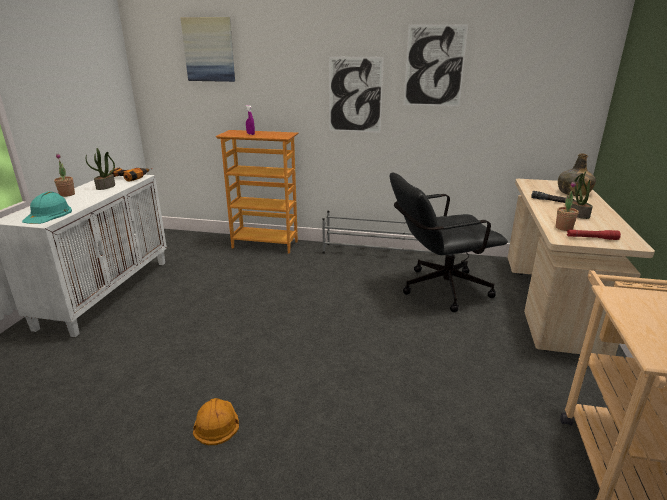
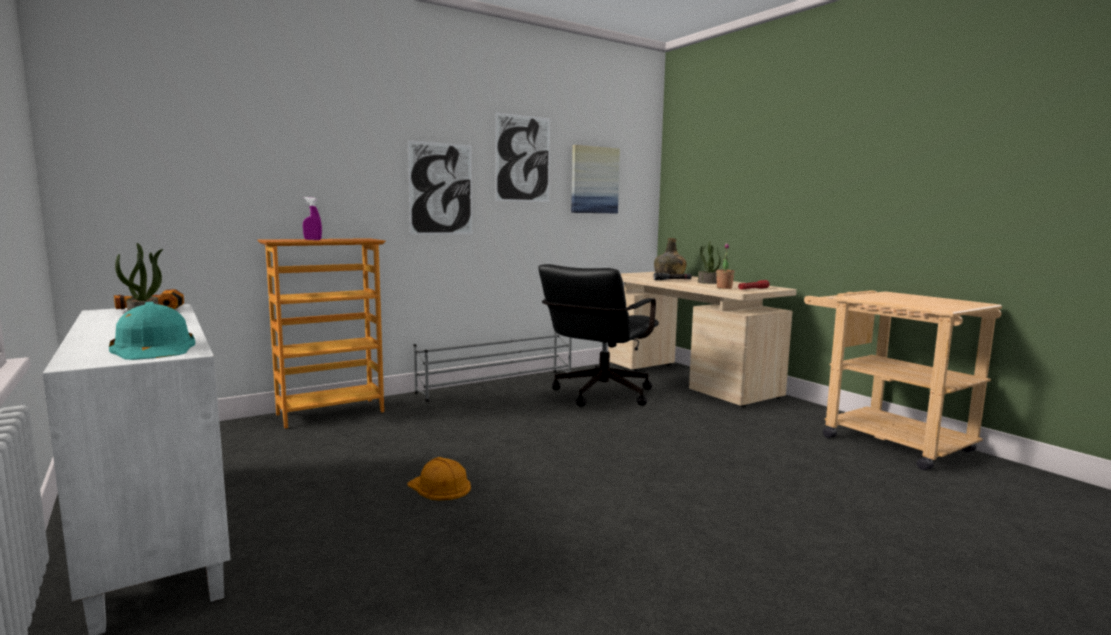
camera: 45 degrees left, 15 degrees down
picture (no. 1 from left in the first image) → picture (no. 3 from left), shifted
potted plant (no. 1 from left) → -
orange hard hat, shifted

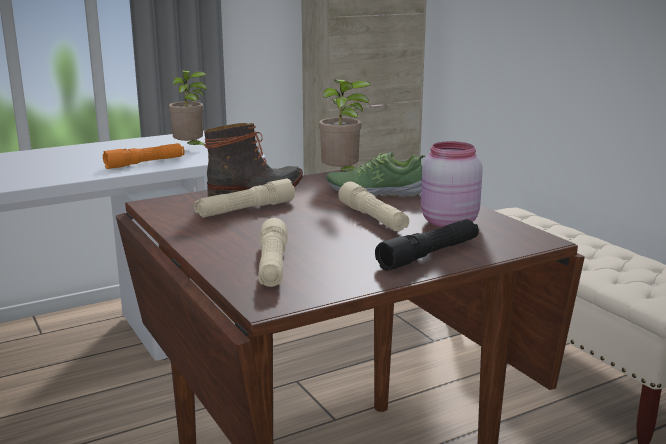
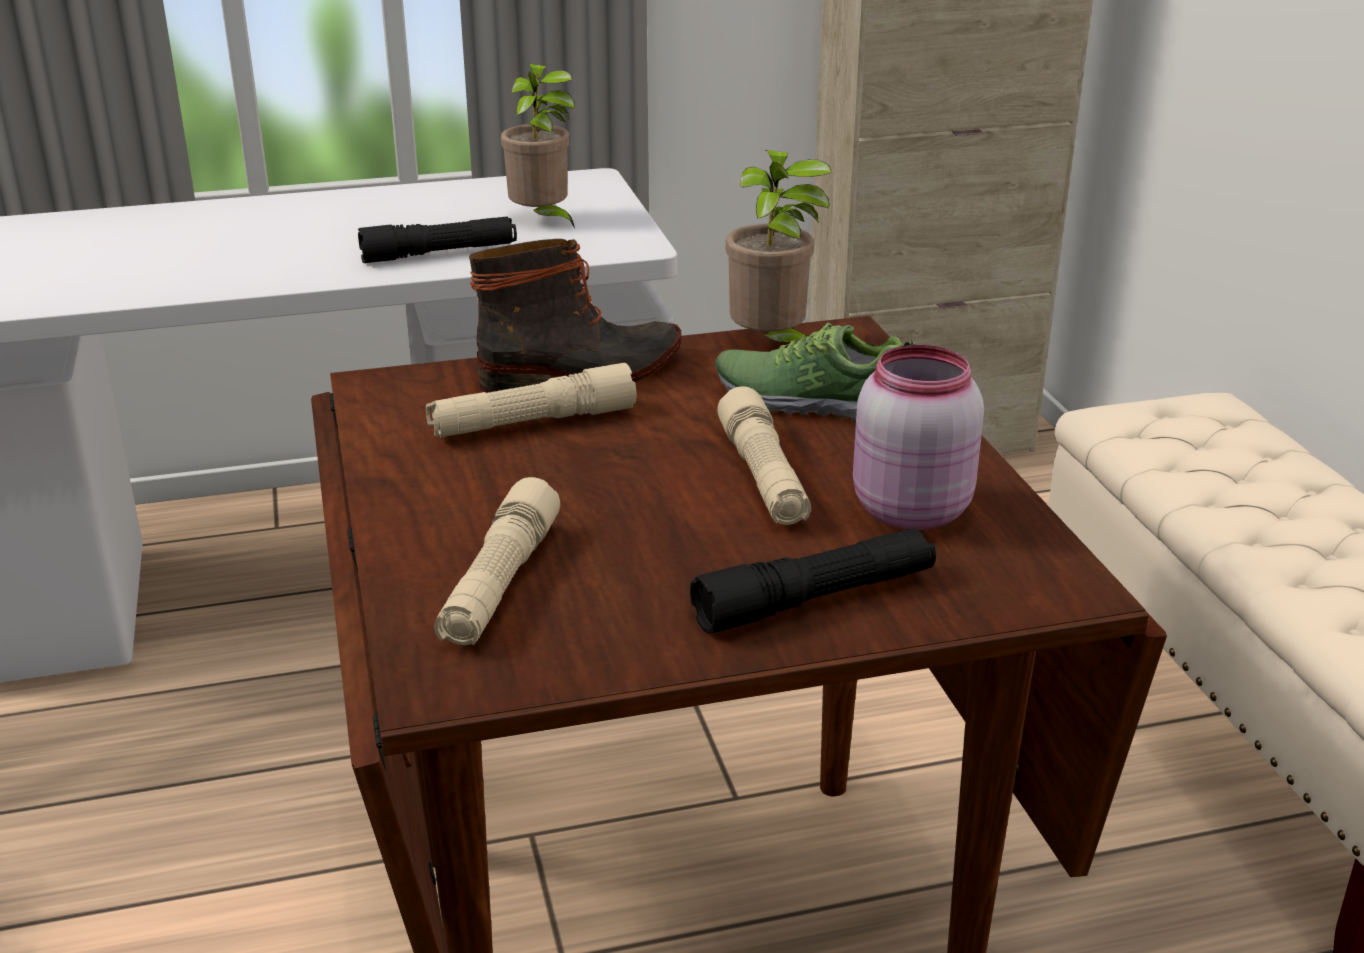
camera: 15 degrees right, 10 degrees up
orange flashlight → black flashlight (no. 1 from left)

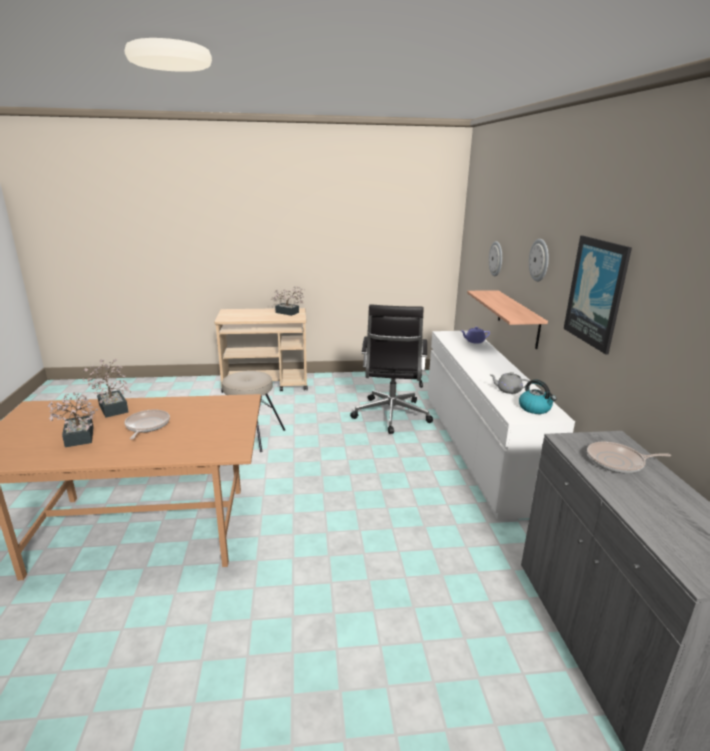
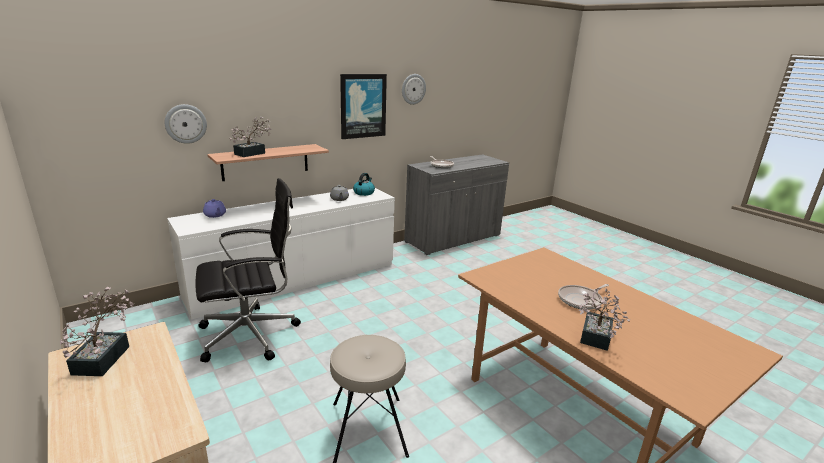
camera: 120 degrees left, 0 degrees up
wall clock (no. 2 from left), shifted
potted plant (no. 1 from left in the first image) → potted plant (no. 2 from left), shifted

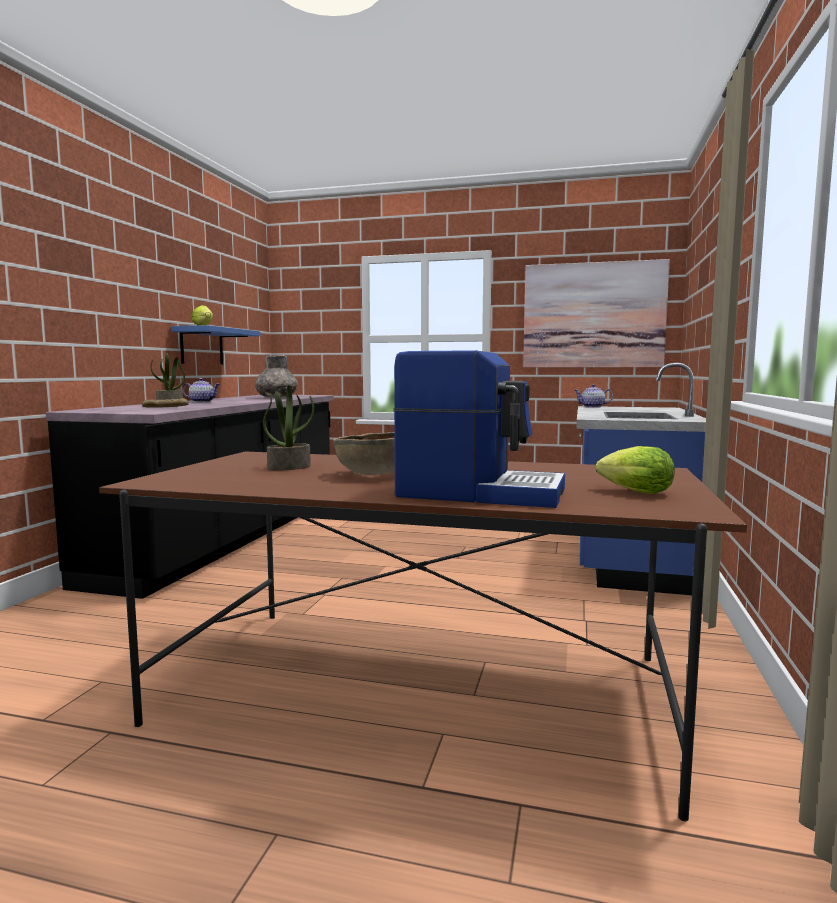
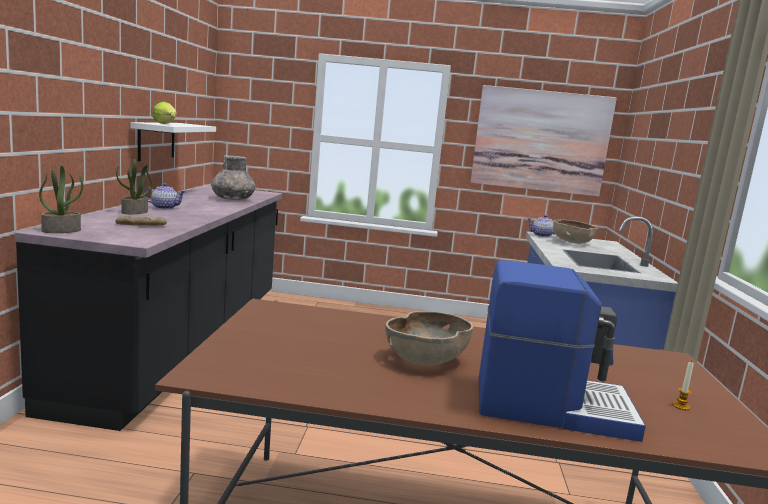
camera: 10 degrees left, 5 degrees up
blue shelf → white shelf
potted plant (no. 2 from left in the first image) → potted plant (no. 1 from left), shifted
lettuce (no. 2 from left) → candle
- → brown bowl (no. 2 from left)

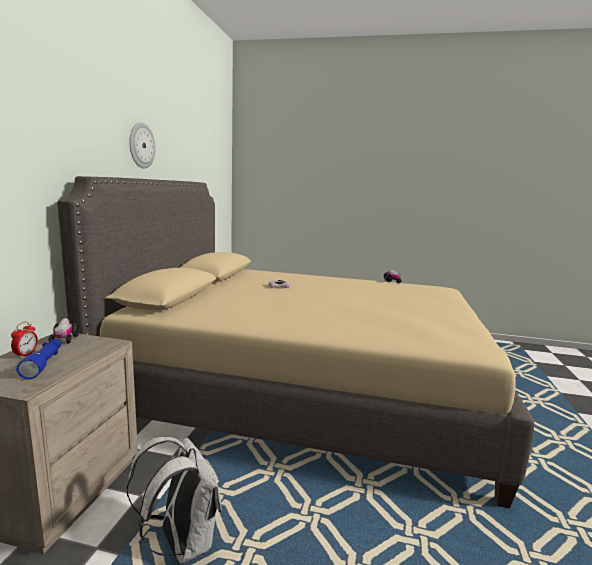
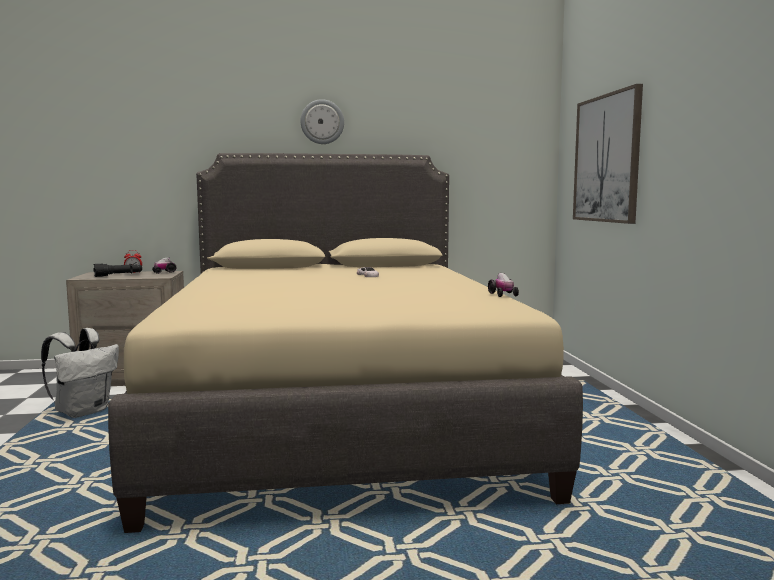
camera: 70 degrees right, 5 degrees down
blue flashlight → black flashlight
- → picture

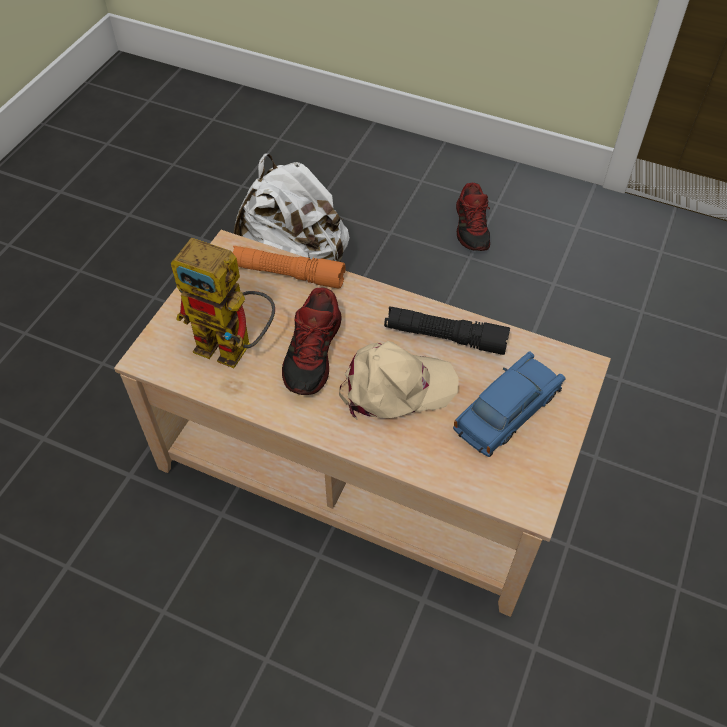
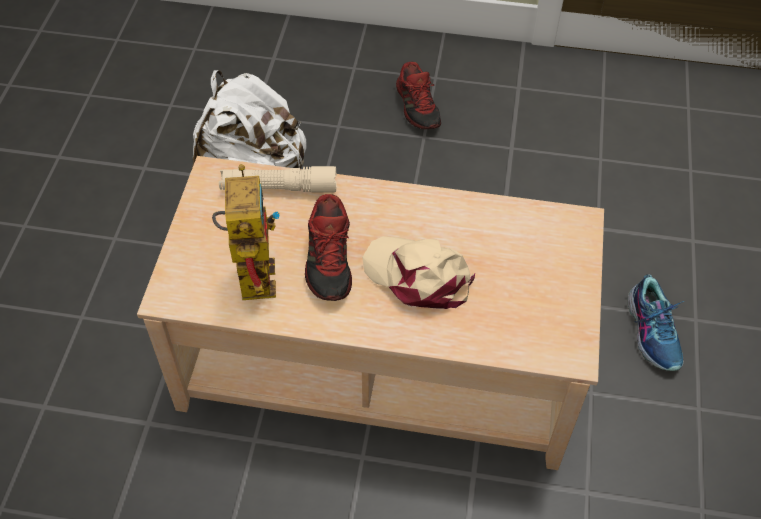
camera: 15 degrees left, 0 degrees up
toy robot, 105 degrees counterclockwise
orange flashlight → beige flashlight
black flashlight → -
beige cap, 120 degrees counterclockwise
blue toy car → -
- → shoe (no. 3 from left)

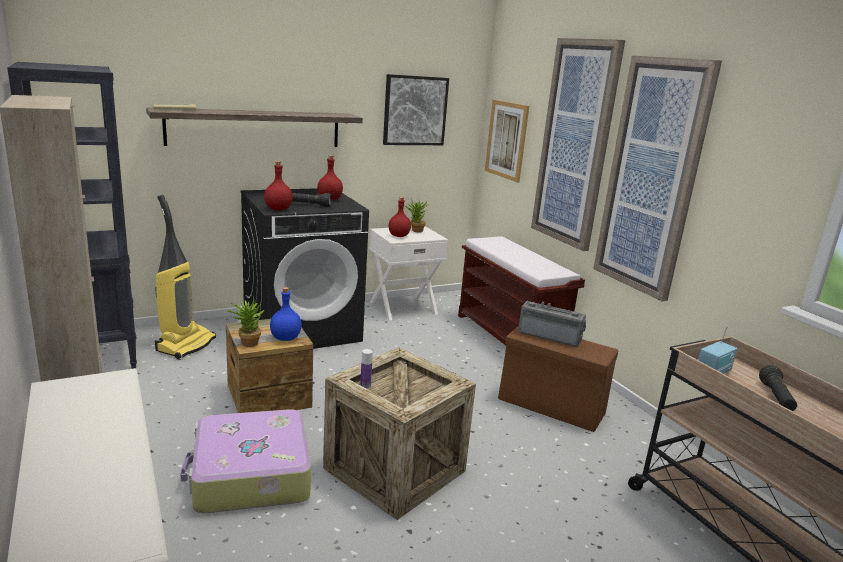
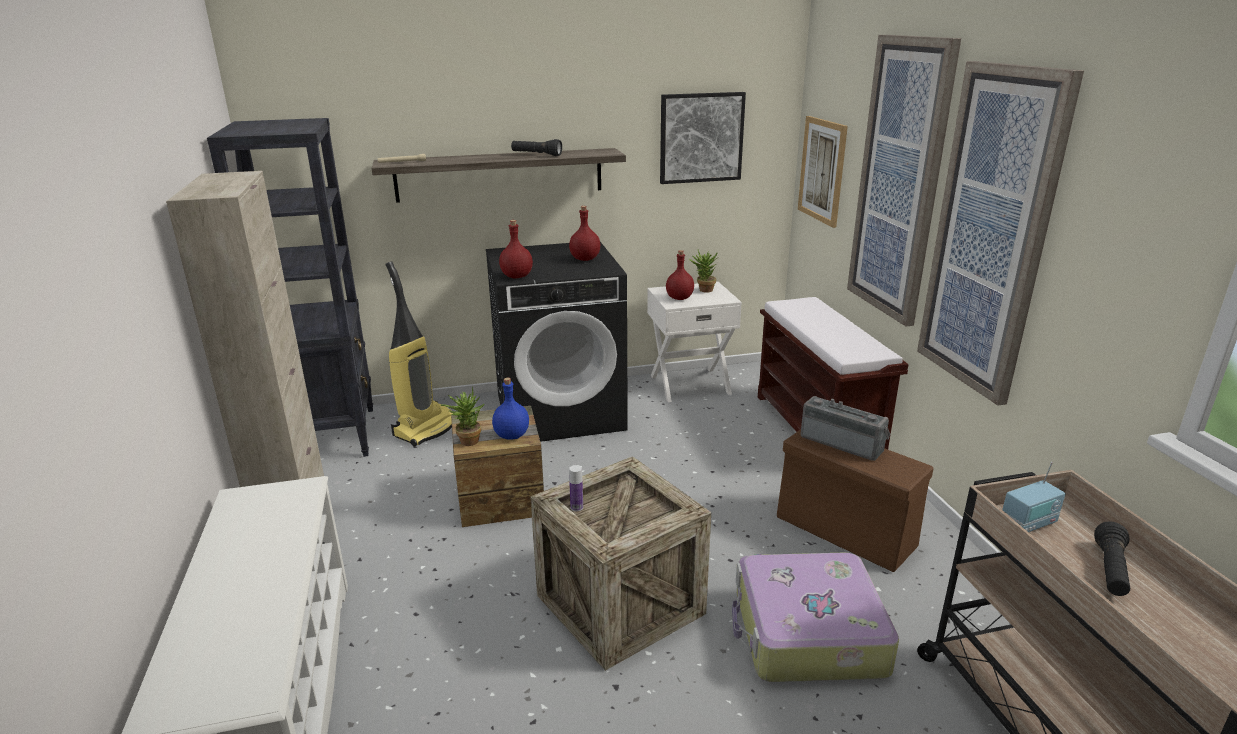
camera: 15 degrees right, 5 degrees up
black flashlight (no. 1 from left), shifted
suitcase, shifted

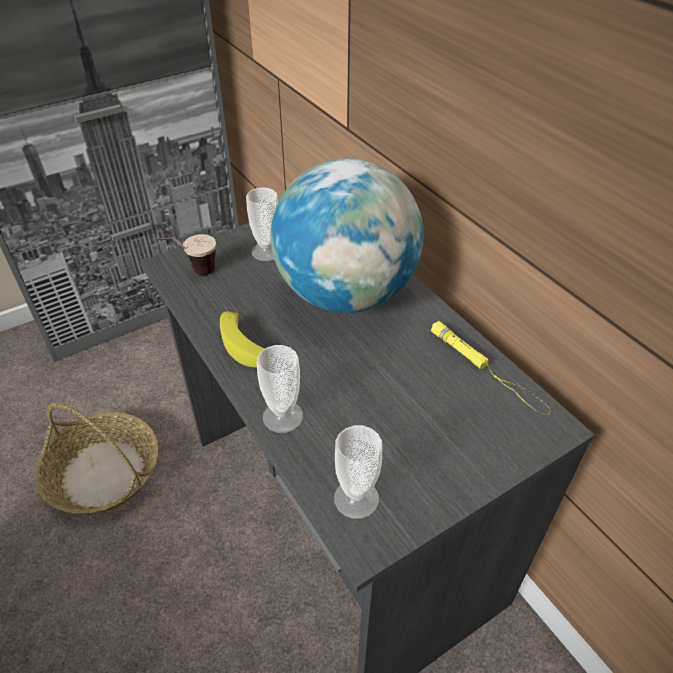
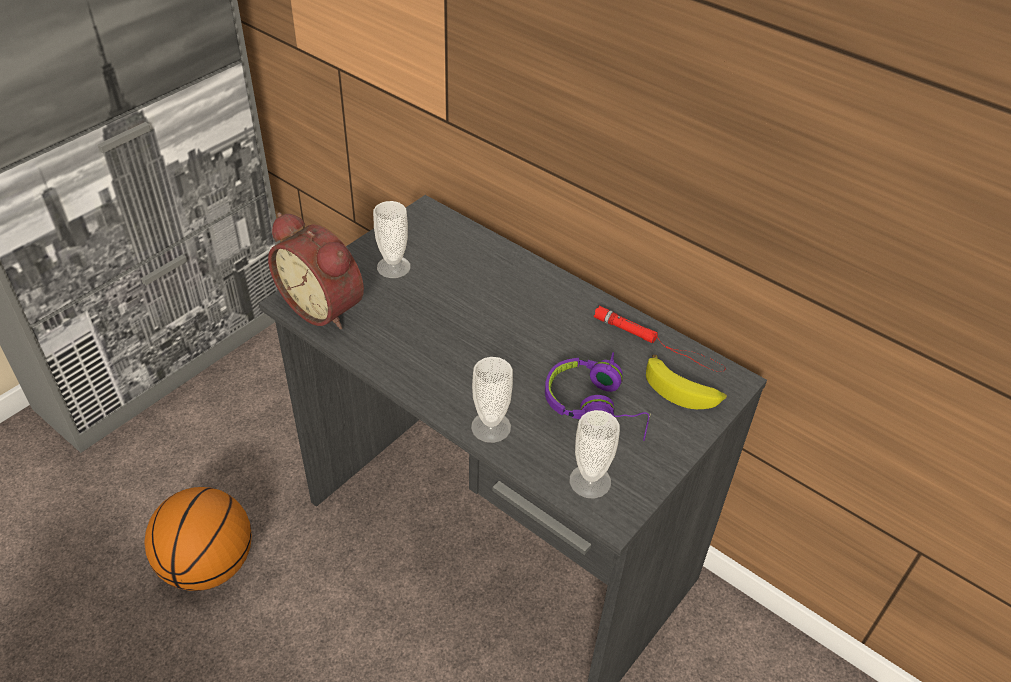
camera: 20 degrees left, 0 degrees up
globe → -
cup (no. 1 from left) → alarm clock
banana, shifted
yellow flashlight → red flashlight
basket → basketball
- → purple headphones

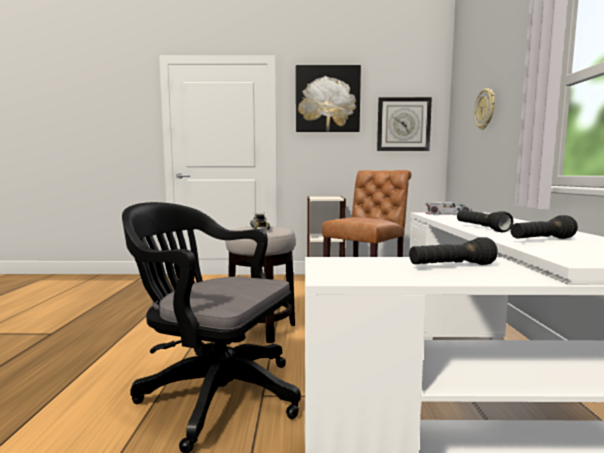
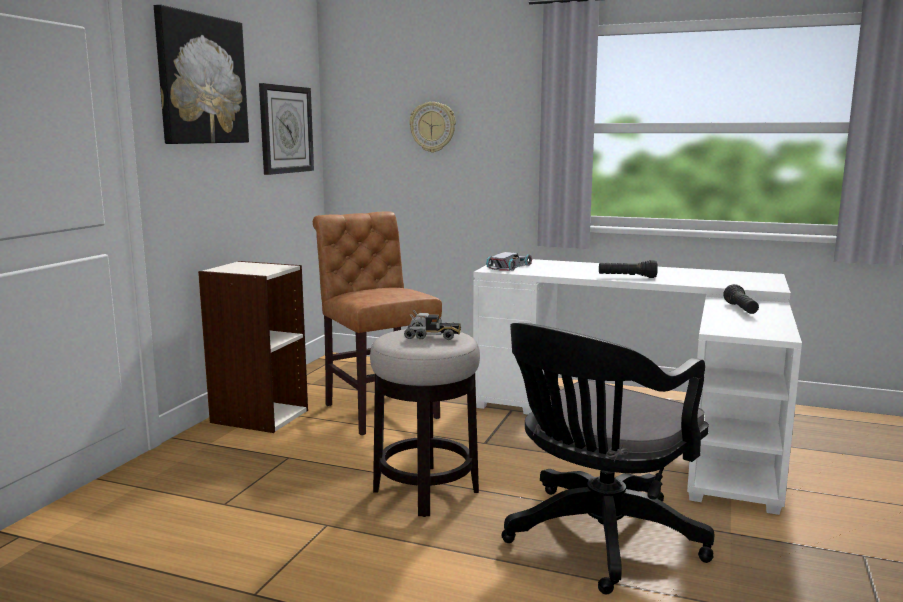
camera: 70 degrees left, 5 degrees up
black flashlight (no. 3 from left) → -

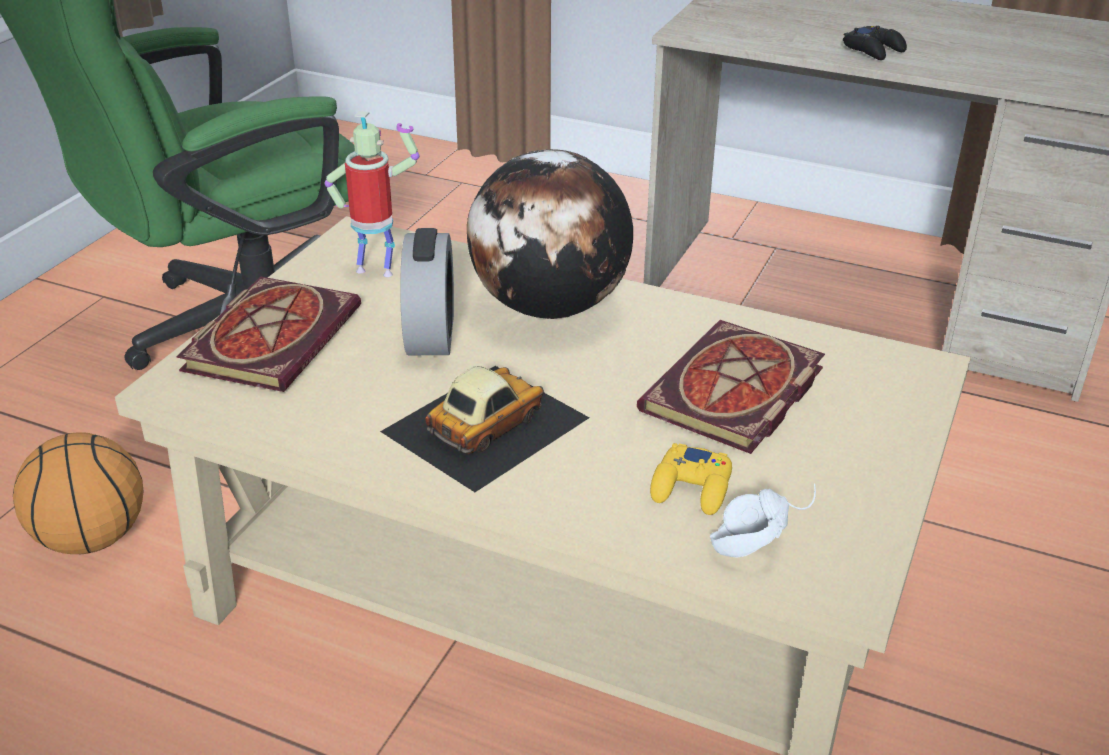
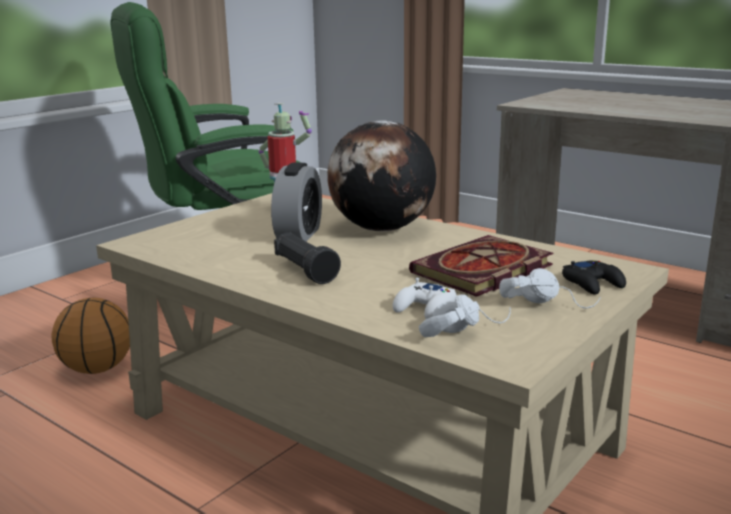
camera: 15 degrees right, 15 degrees down
black game controller, shifted
book (no. 1 from left) → -
toy car → black flashlight
yellow game controller → white game controller
- → white headphones (no. 2 from left)

